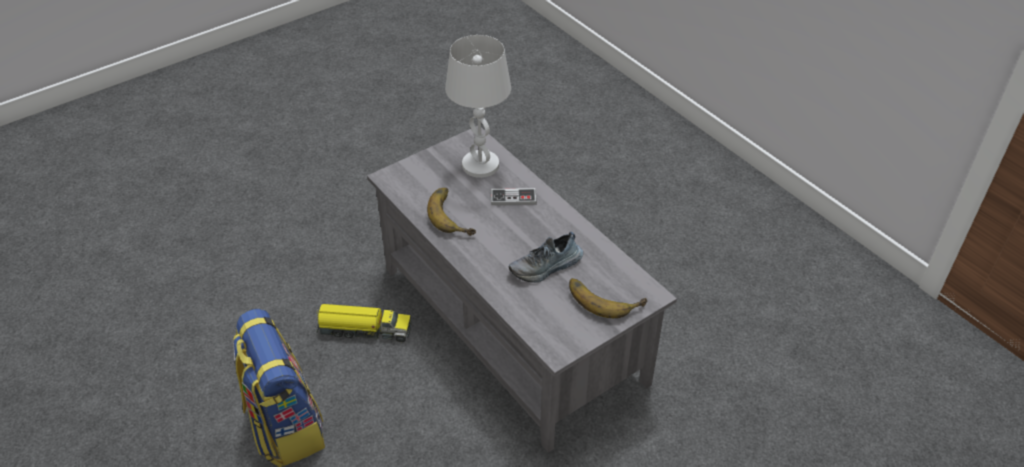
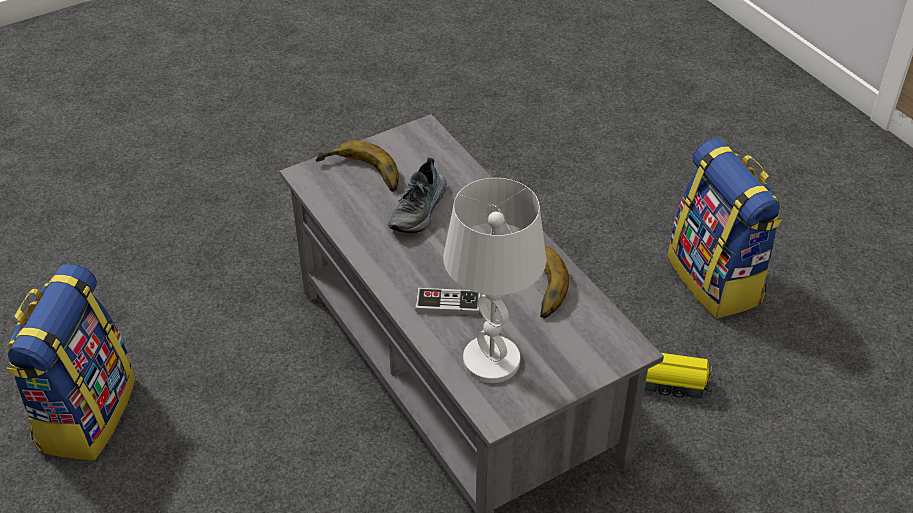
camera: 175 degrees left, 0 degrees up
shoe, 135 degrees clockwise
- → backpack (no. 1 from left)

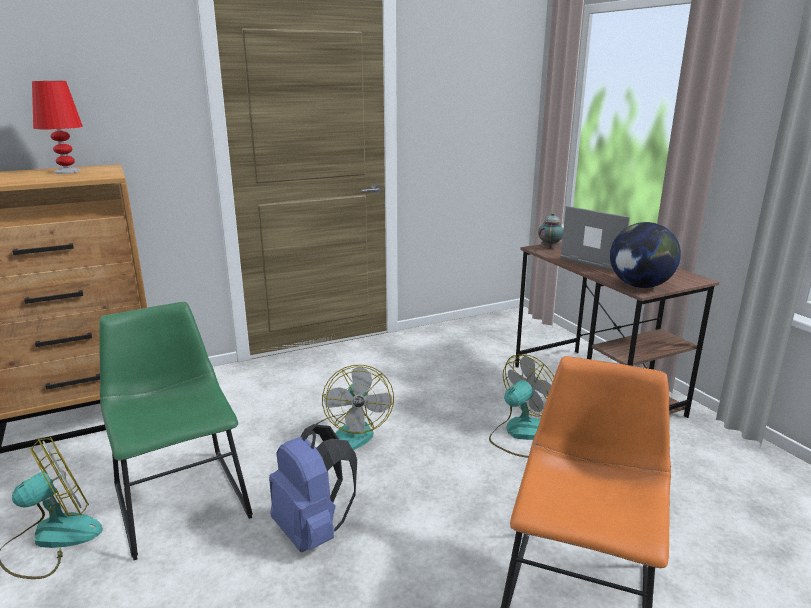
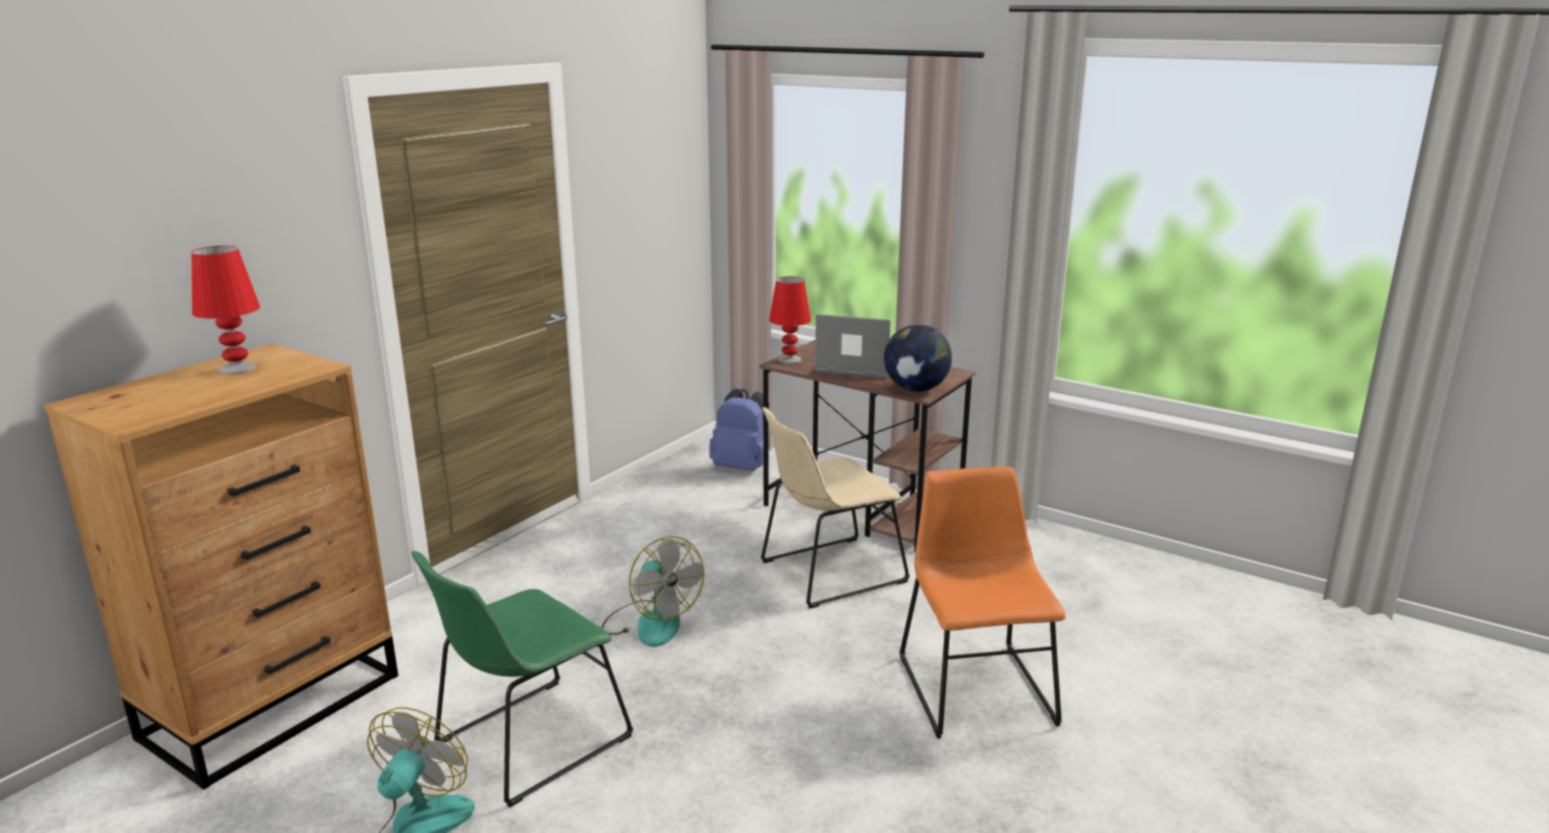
camera: 30 degrees left, 0 degrees up
teapot → red table lamp (no. 2 from left)
green chair, 75 degrees counterclockwise
fan (no. 3 from left) → beige chair
blue backpack, shifted

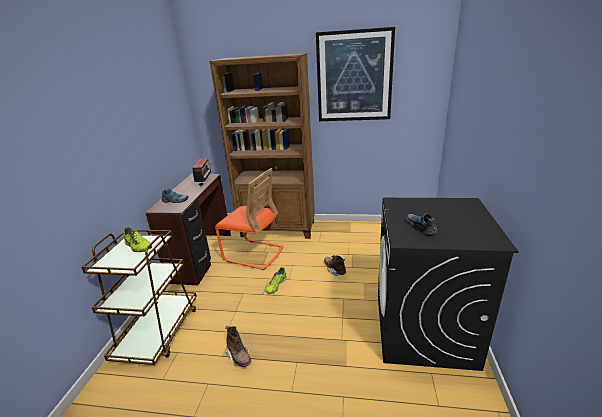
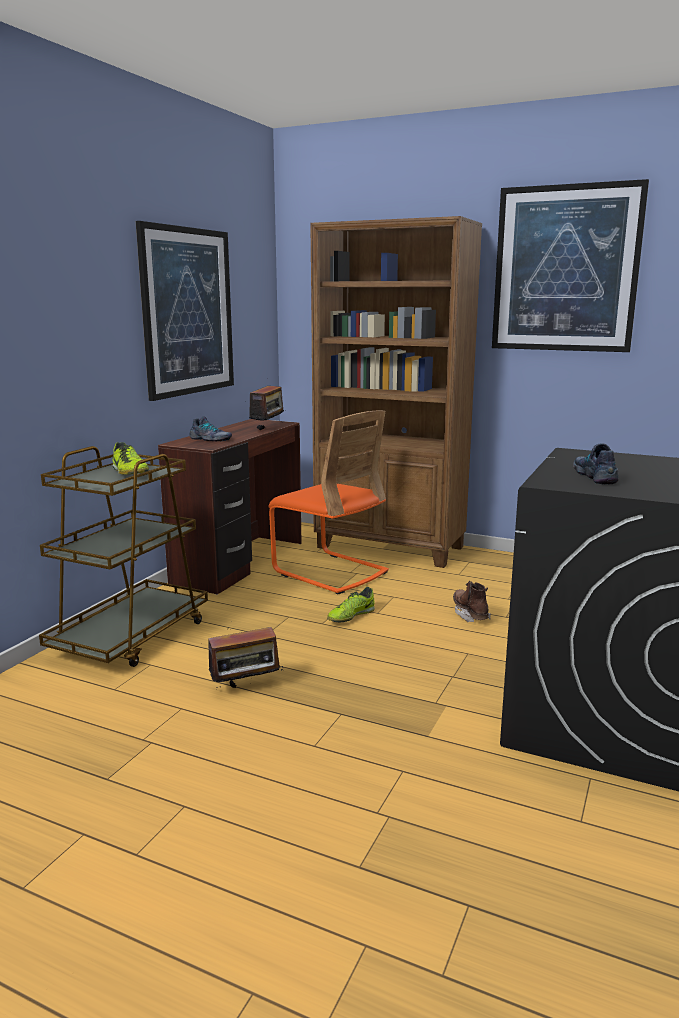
camera: 15 degrees right, 10 degrees down
brown boot (no. 1 from left) → radio (no. 1 from left)
- → picture (no. 1 from left)

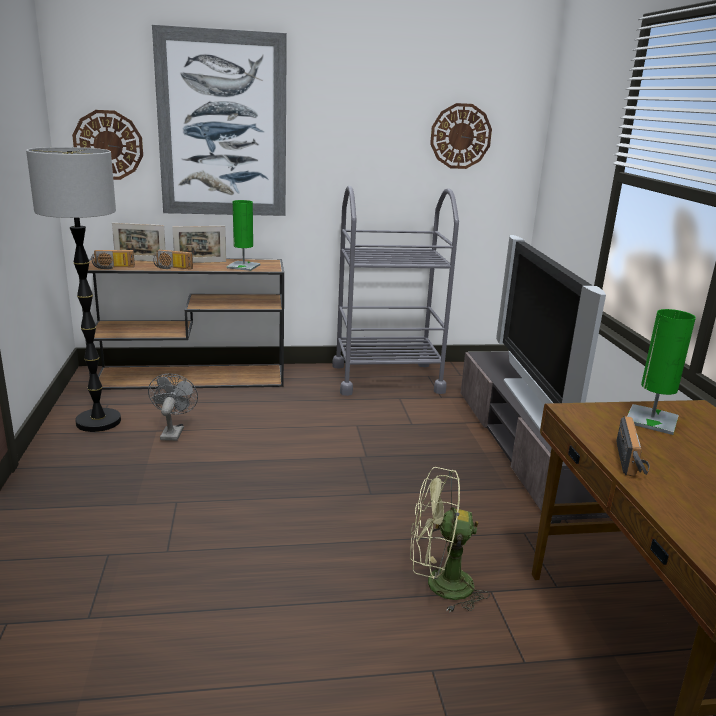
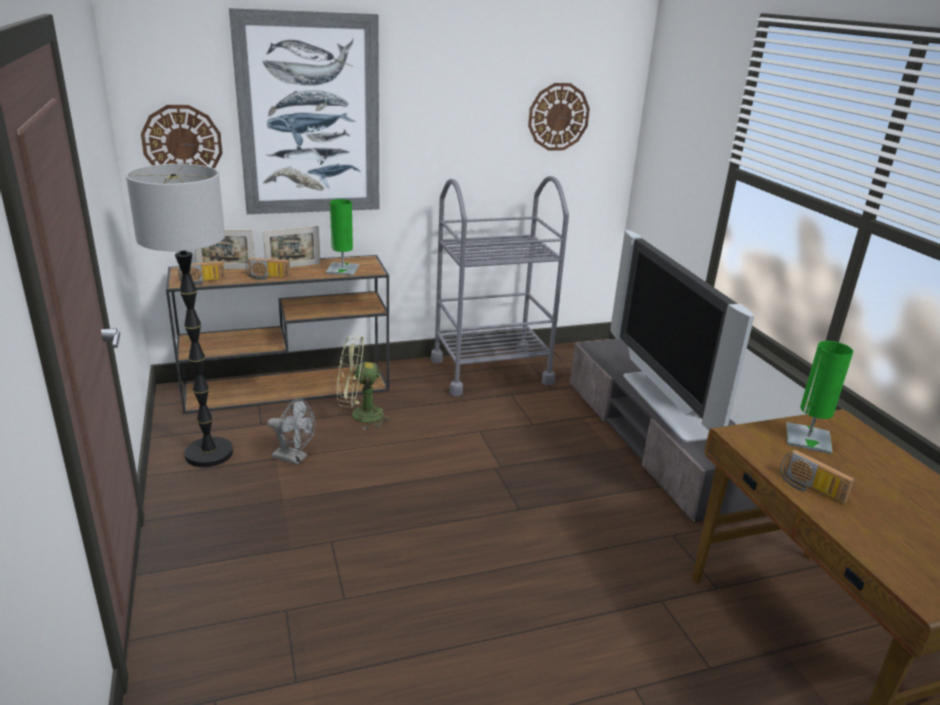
camera: 10 degrees left, 5 degrees up
grey fan, 120 degrees clockwise
radio (no. 3 from left), 135 degrees clockwise
green fan, shifted

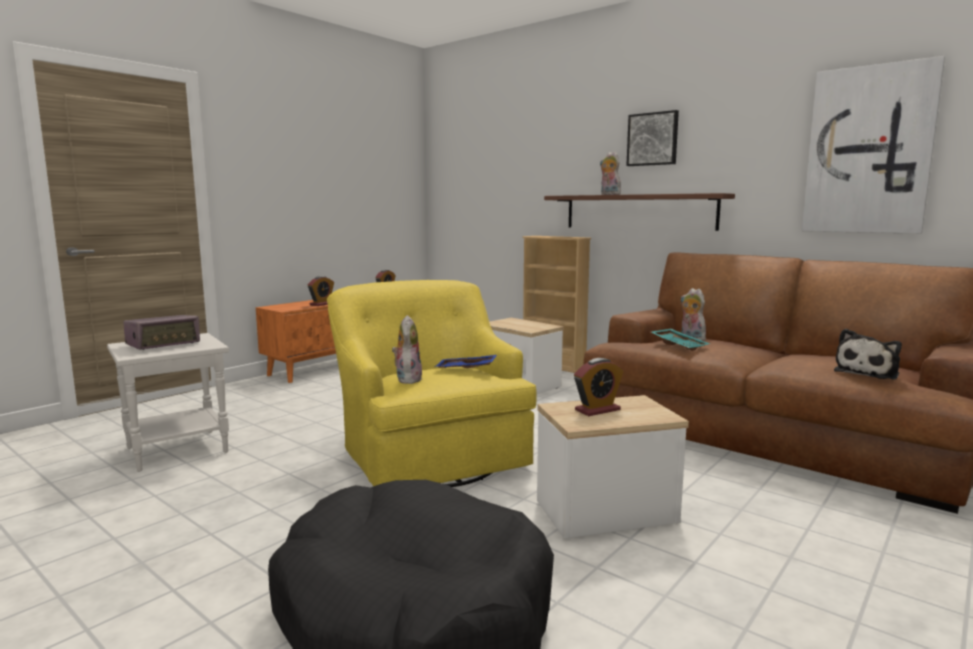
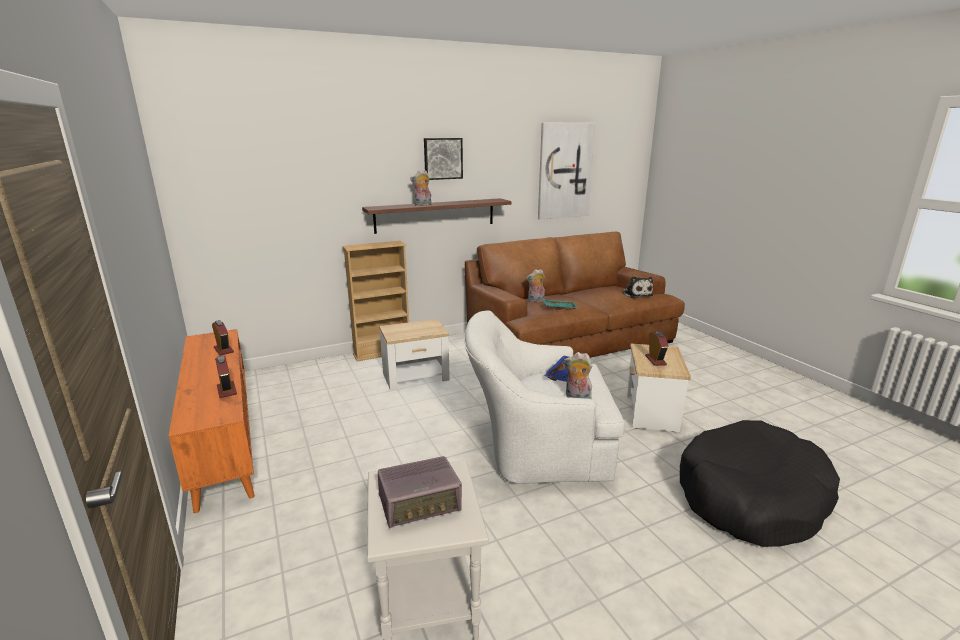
camera: 65 degrees left, 10 degrees up
yellow armchair → white armchair
radio, 90 degrees clockwise

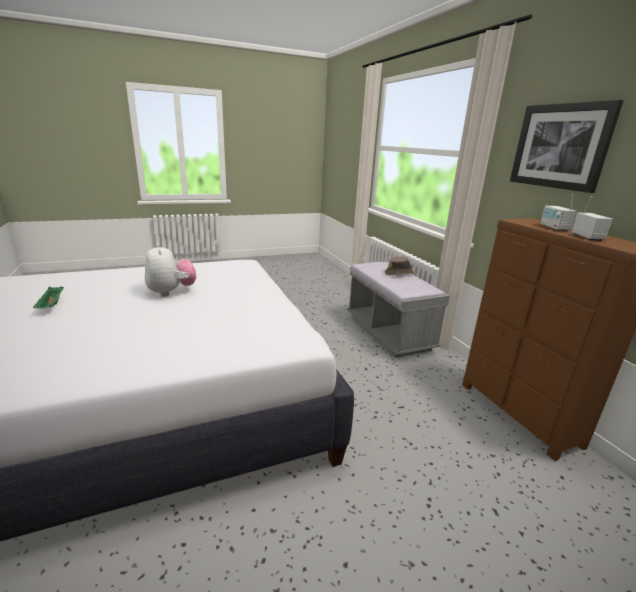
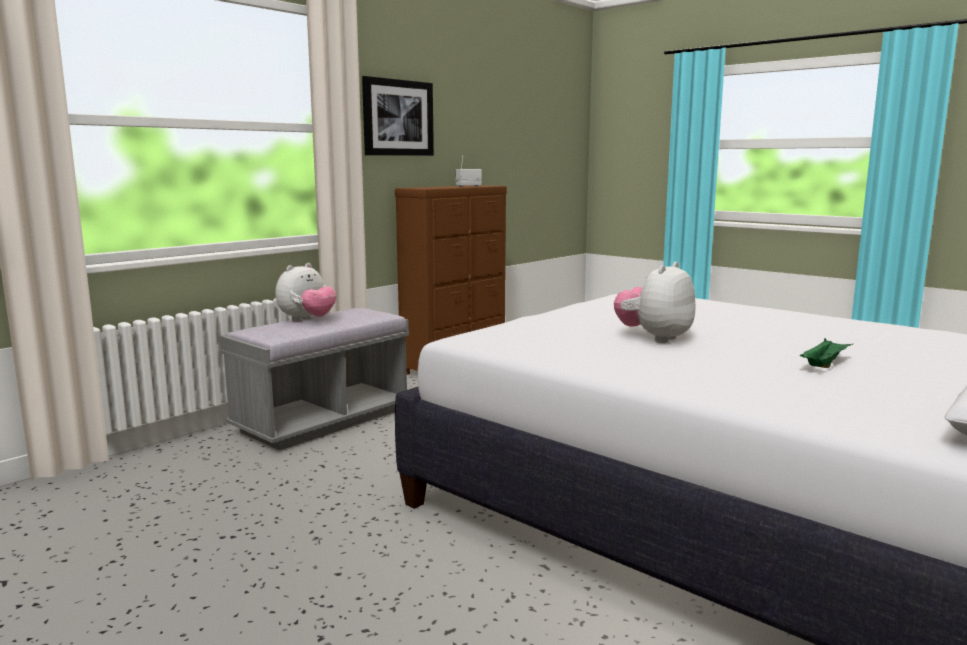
camera: 115 degrees left, 10 degrees down
radio (no. 1 from left) → -
brown hat → plush toy (no. 1 from left)

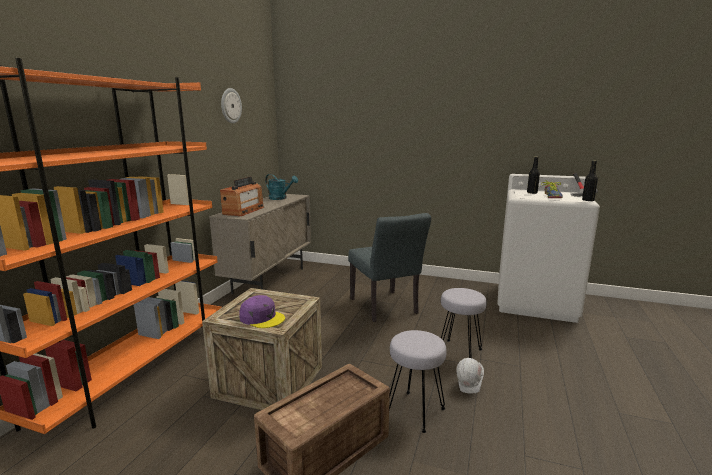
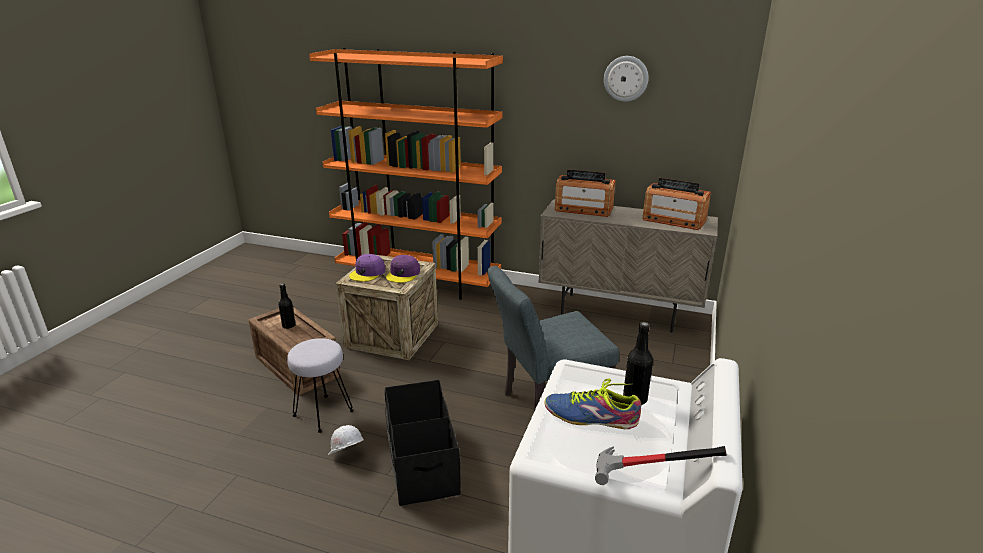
camera: 90 degrees right, 10 degrees up
black bottle (no. 2 from left in the first image) → black bottle (no. 1 from left), shifted
turquoise watering can → radio (no. 2 from left)
grey stool (no. 2 from left) → black storage box
- → purple cap (no. 2 from left)

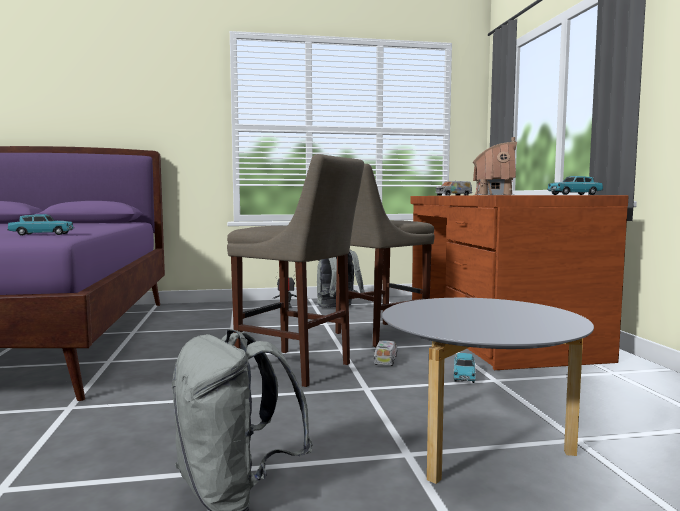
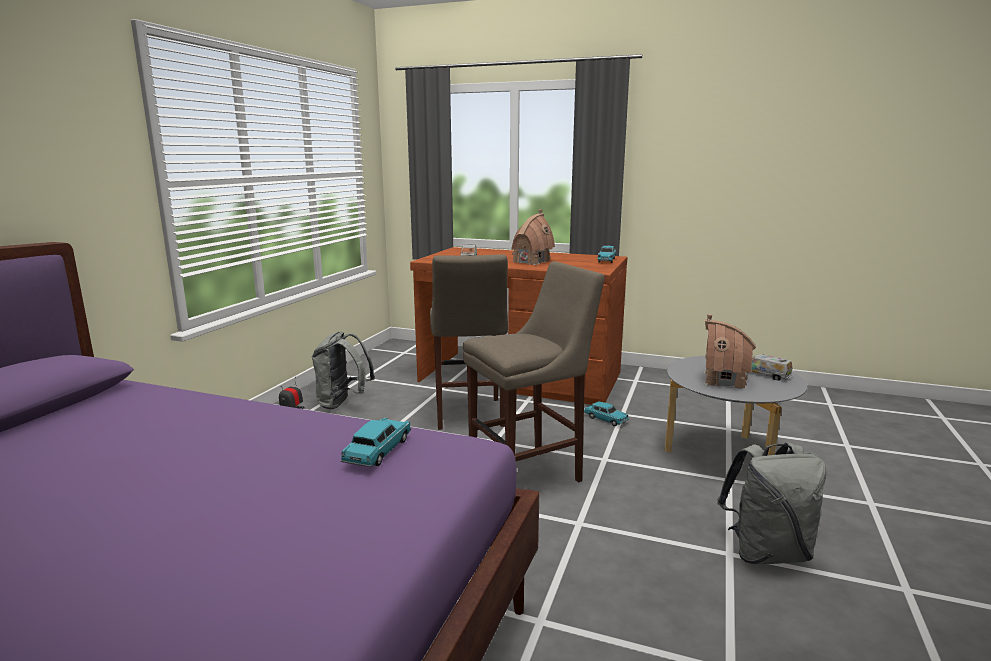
camera: 60 degrees left, 10 degrees up
toy truck (no. 1 from left in the first image) → toy truck (no. 2 from left), shifted
- → toy house (no. 2 from left)

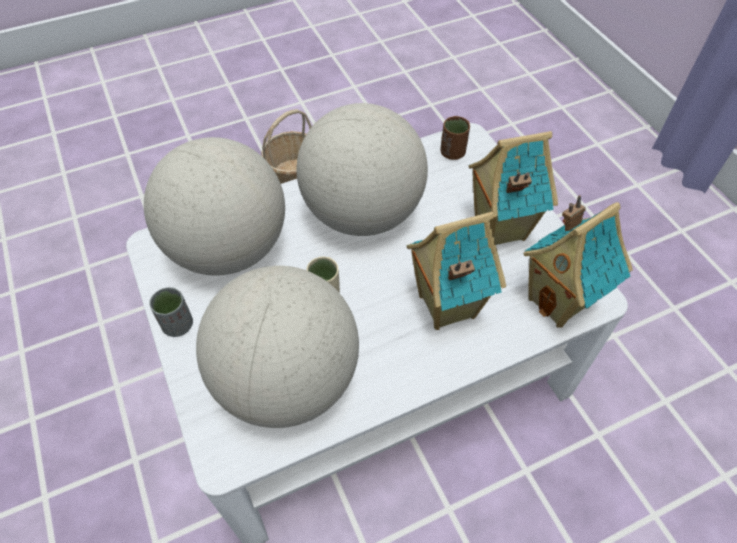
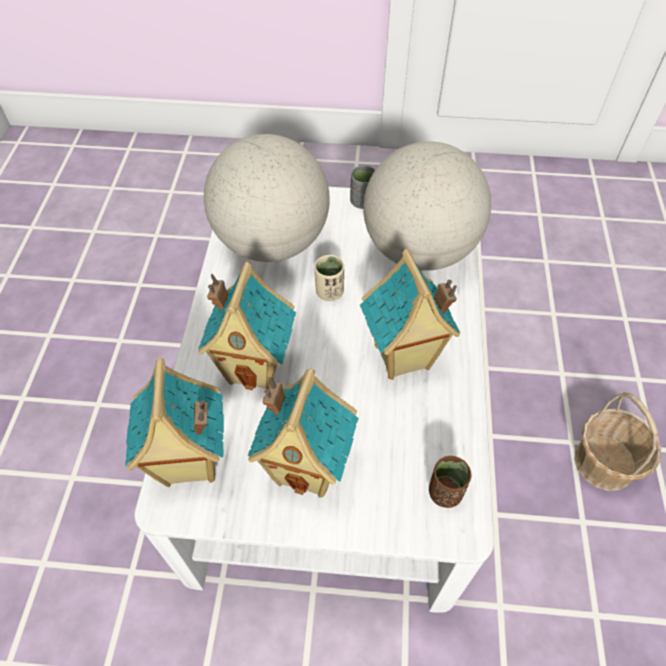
camera: 120 degrees right, 0 degrees up
globe (no. 3 from left) → toy house (no. 4 from left)

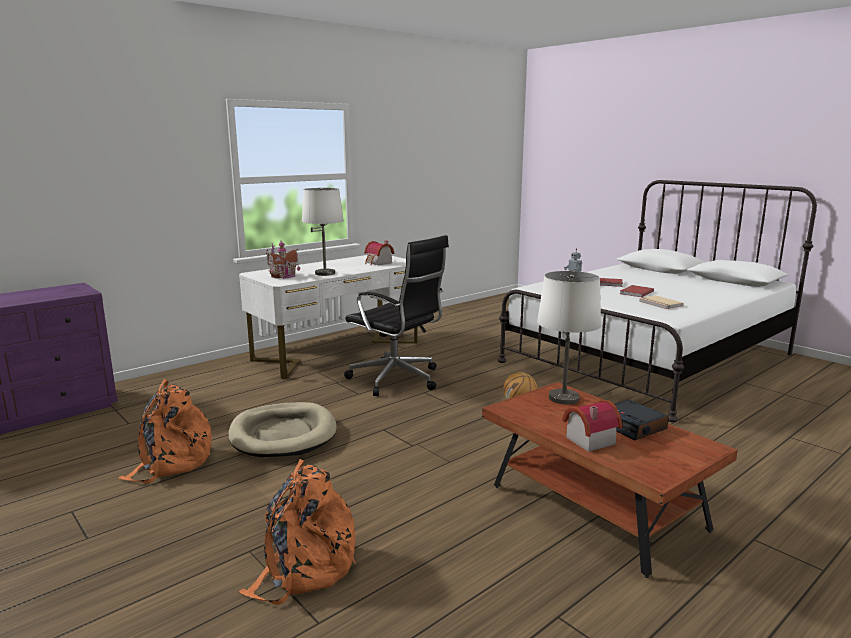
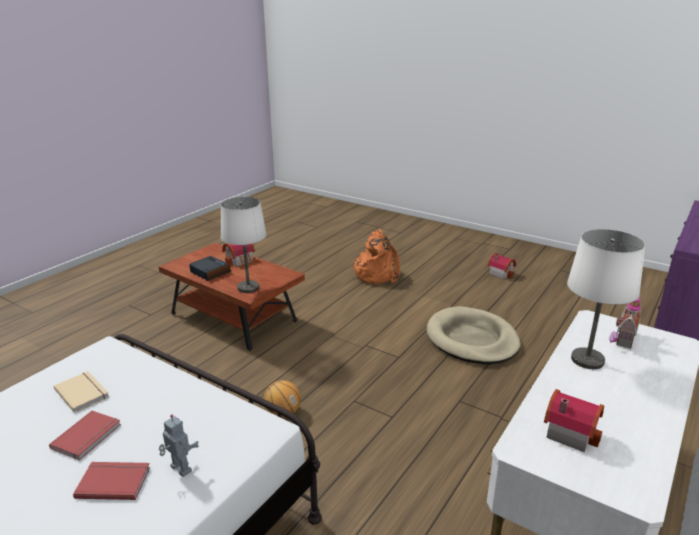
camera: 165 degrees right, 10 degrees up
black office chair → -
orange backpack (no. 1 from left) → -
- → toy house (no. 2 from left)

